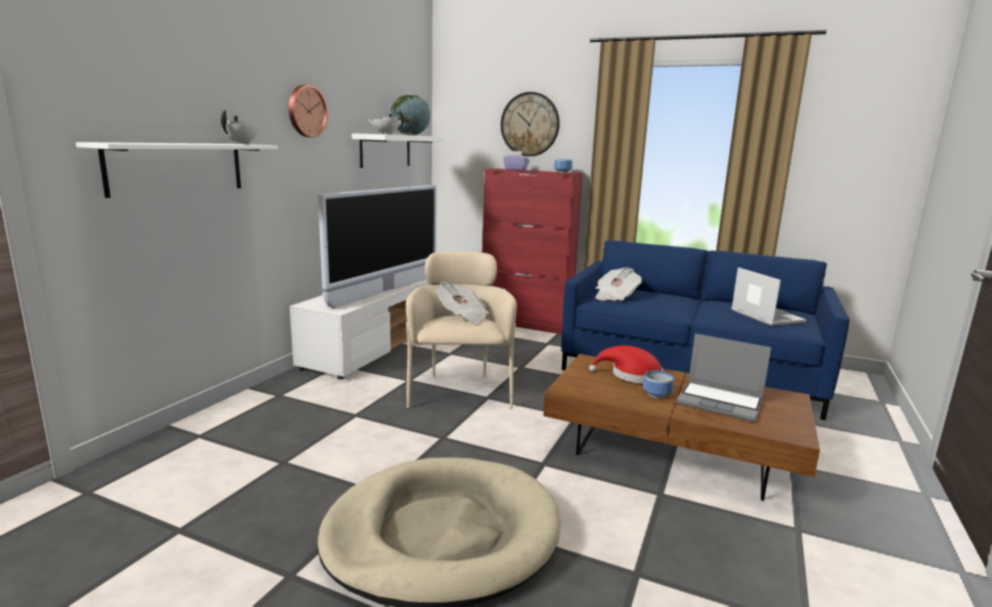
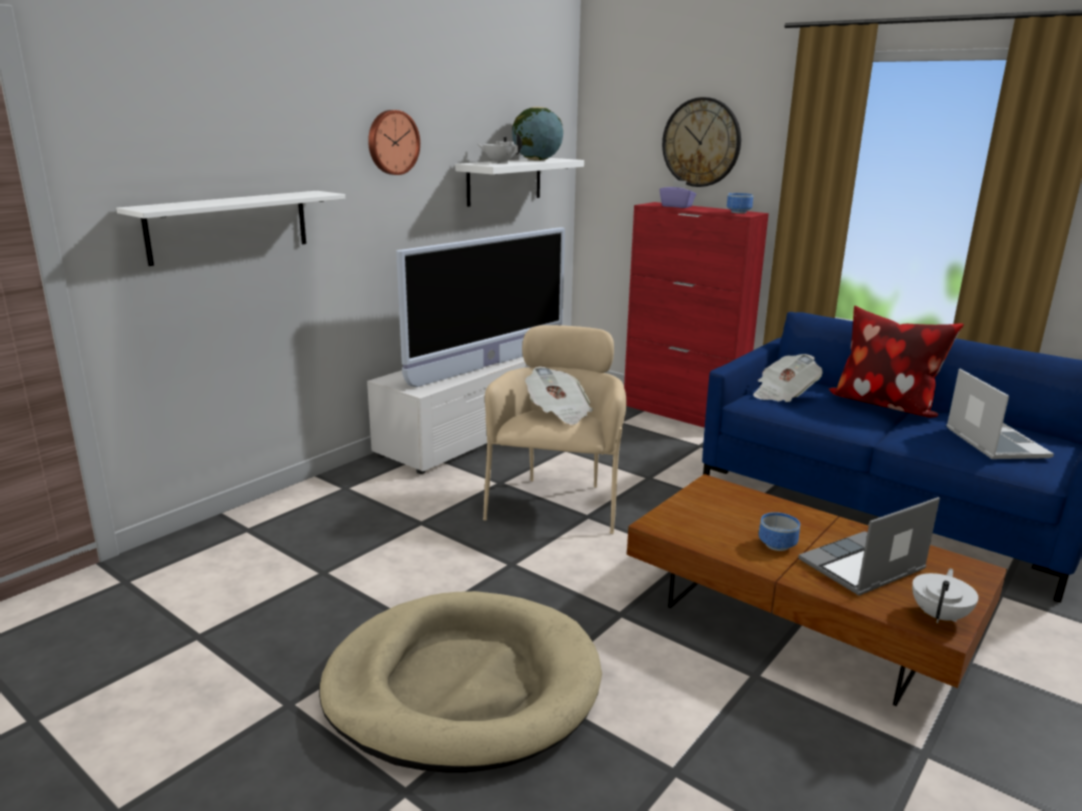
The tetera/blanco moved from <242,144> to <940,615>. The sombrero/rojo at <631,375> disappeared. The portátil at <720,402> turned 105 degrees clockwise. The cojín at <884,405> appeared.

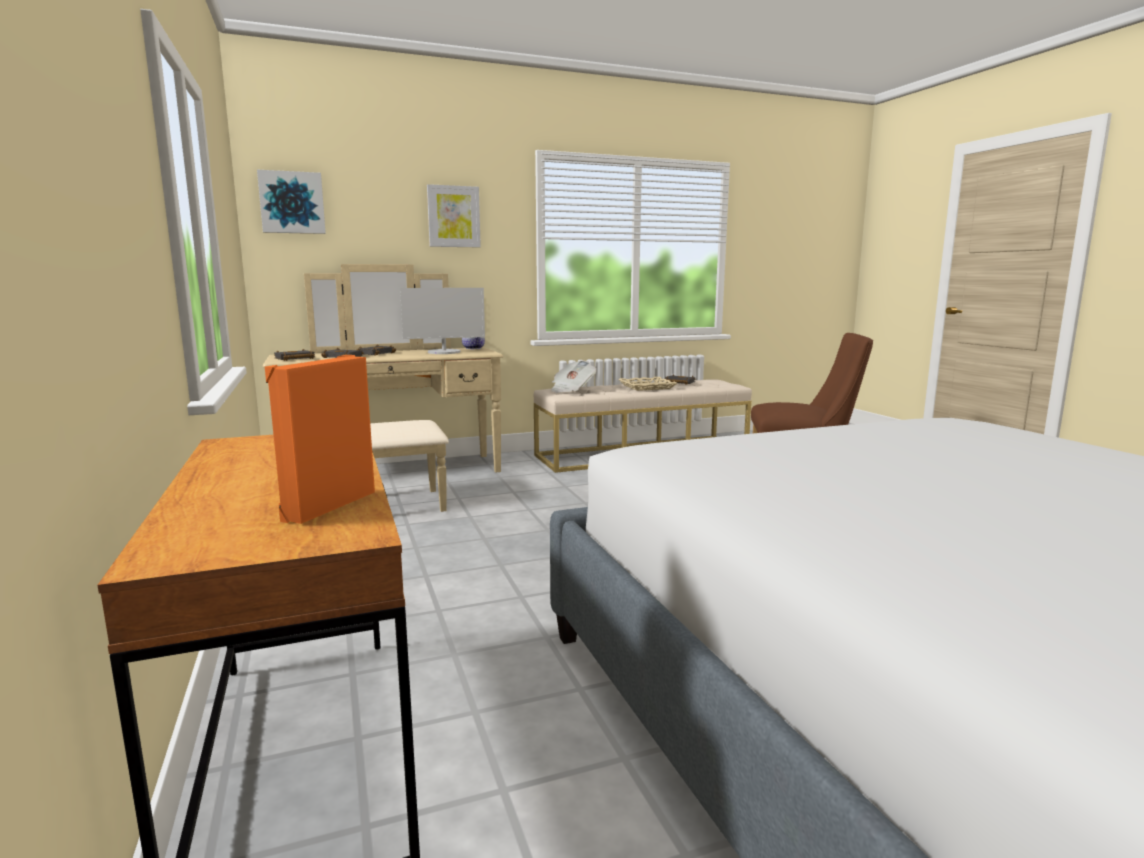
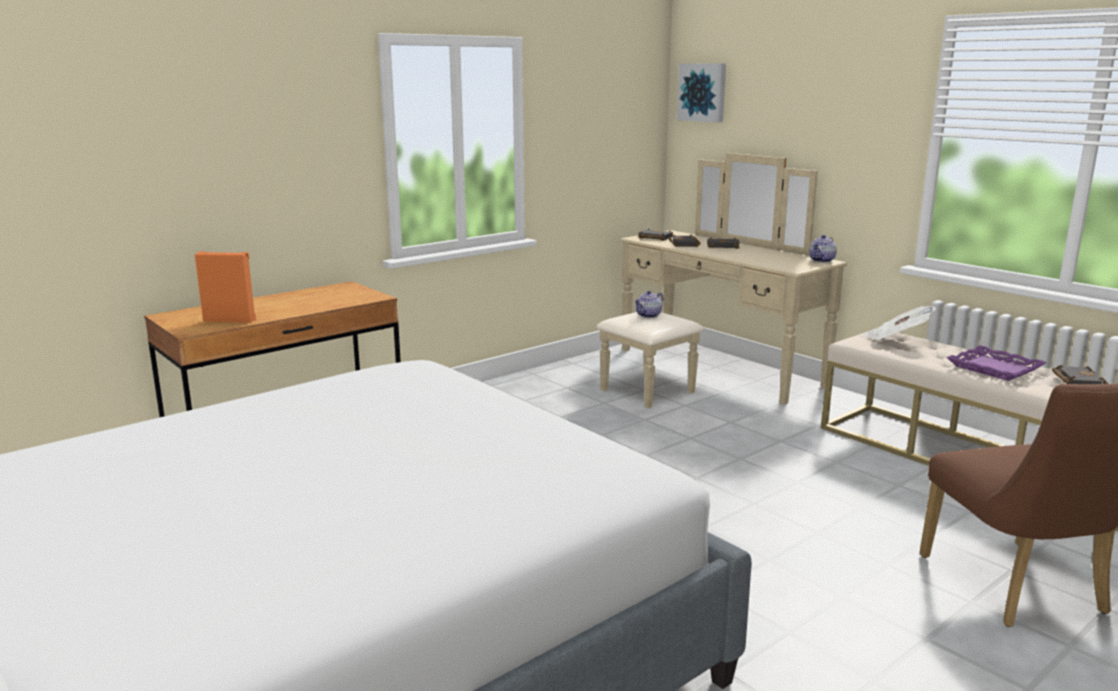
The monitor at <444,352> disappeared. The cuadro at <453,216> disappeared. The bandeja/beis at <647,387> became the bandeja/morado at <994,368>. The tetera at <649,316> appeared.

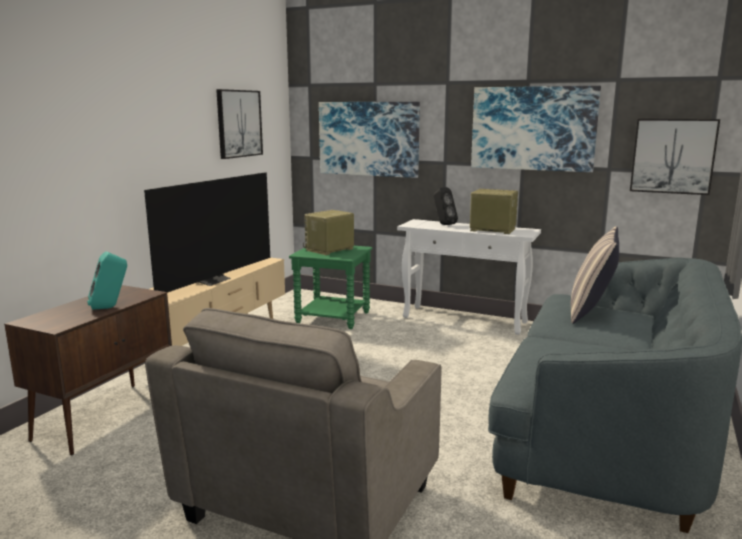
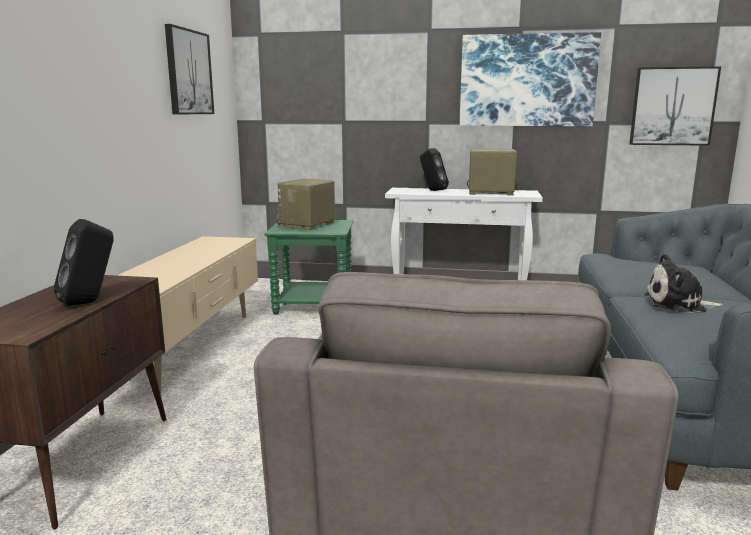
The altavoz/turquesa at <110,307> became the altavoz/negro at <90,302>. The televisor at <213,280> disappeared. The cuadro at <368,138> disappeared. The cojín at <591,312> disappeared. The peluche at <678,304> appeared.

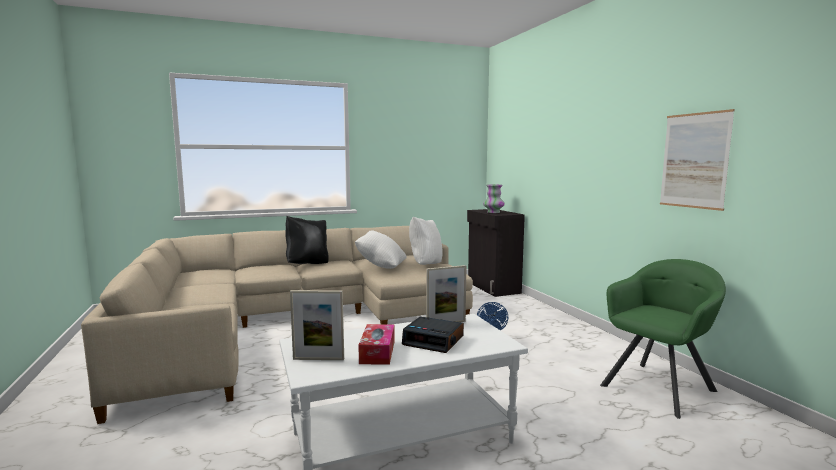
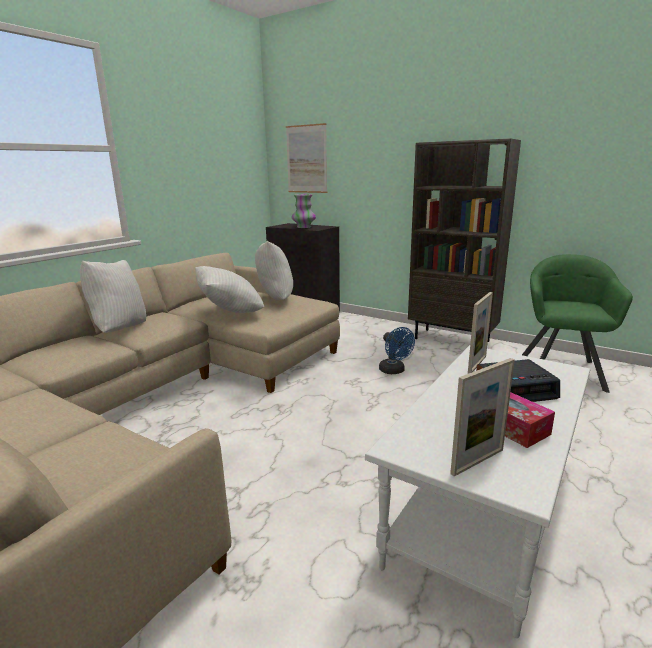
The cojín/negro at <307,264> became the cojín/blanco at <119,329>. The cuadro moved from <694,160> to <306,159>. The estantería/marrón at <452,339> appeared.

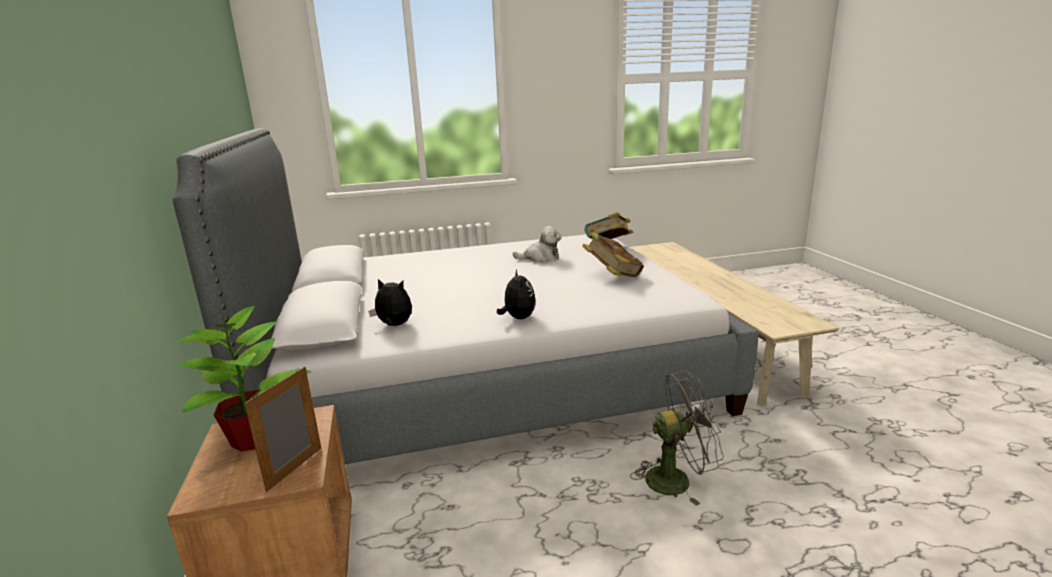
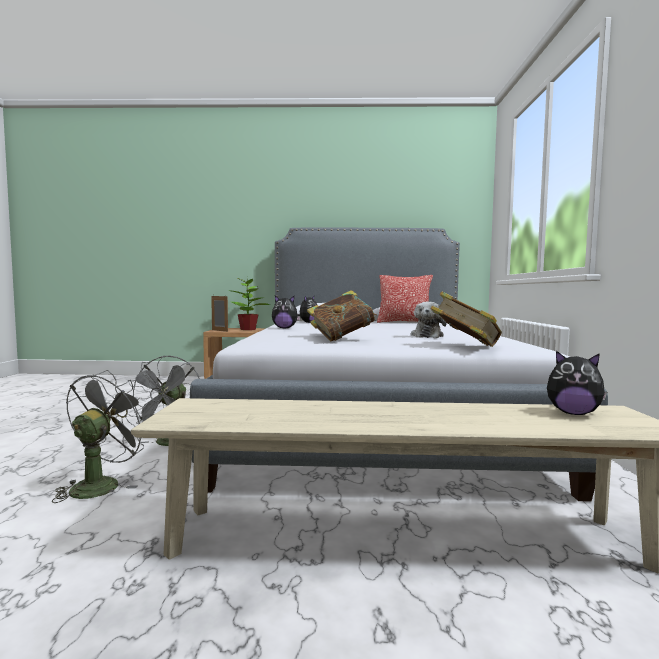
The ventilador/gris at <101,484> appeared. The cojín at <404,323> appeared. The peluche at <573,413> appeared.

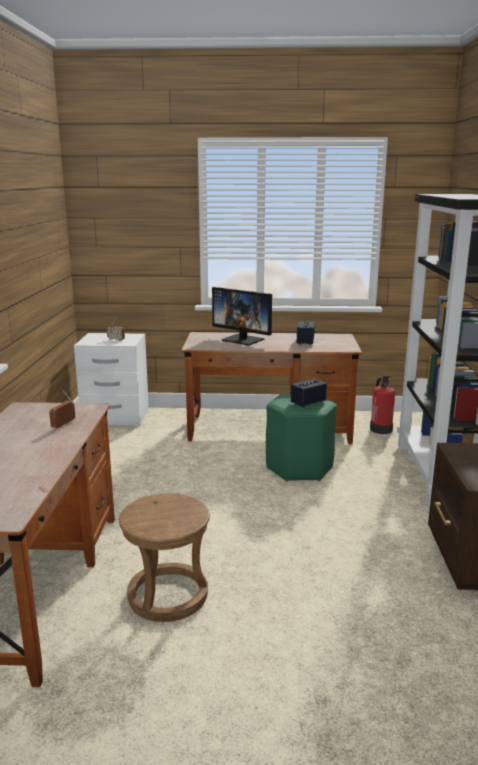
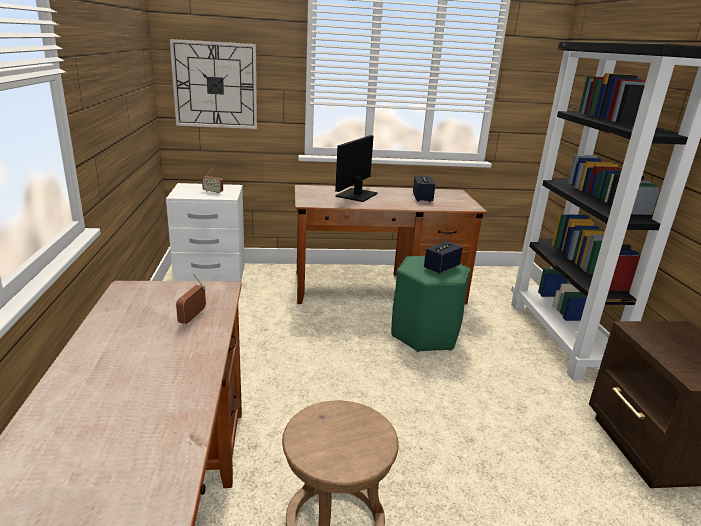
The monitor at <243,340> turned 90 degrees clockwise. The extintor at <381,429> disappeared. The reloj de pared at <215,85> appeared.

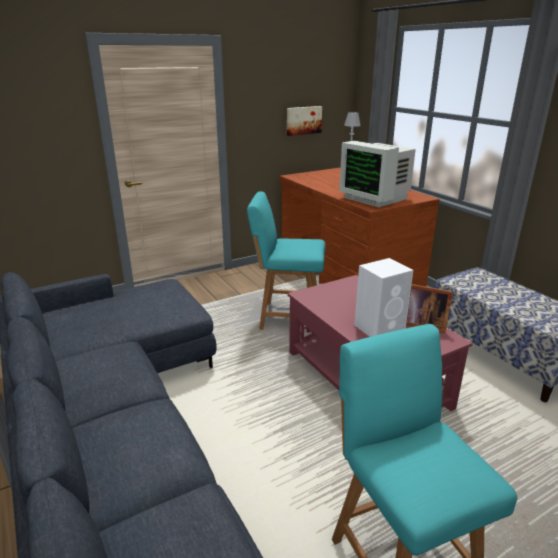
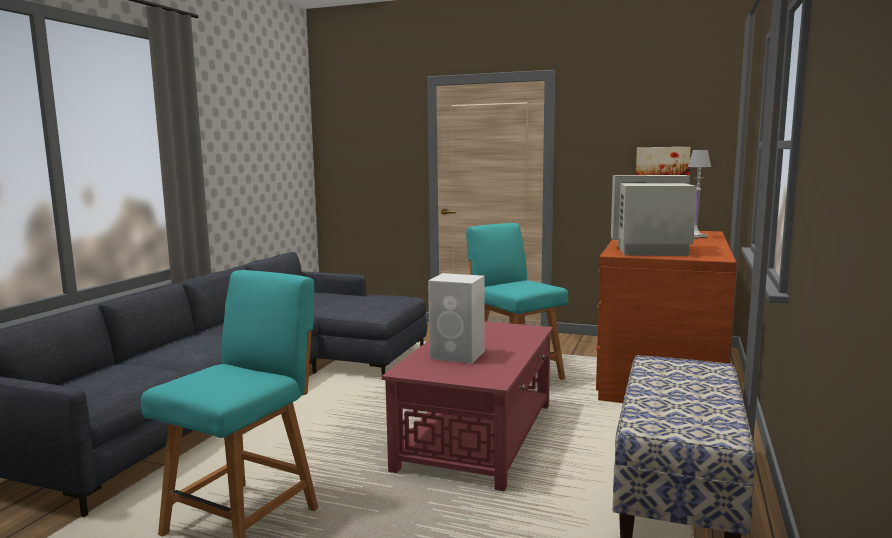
The monitor at <375,198> turned 90 degrees clockwise. The portarretratos at <422,324> disappeared.

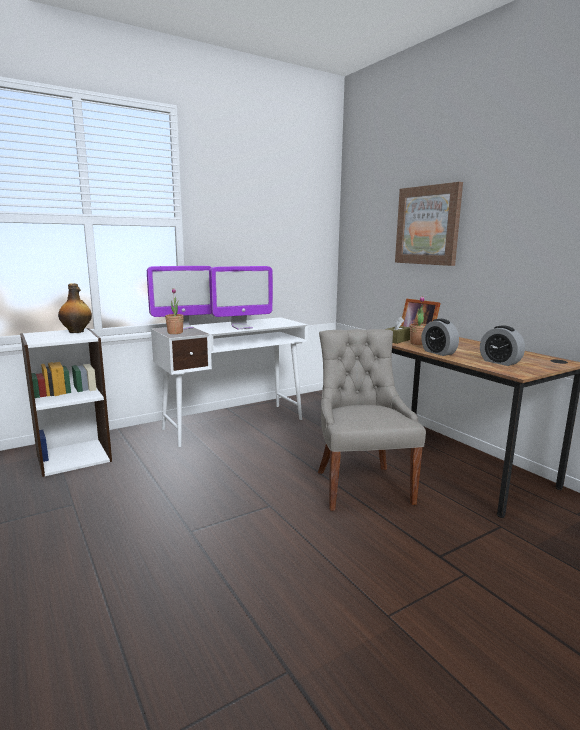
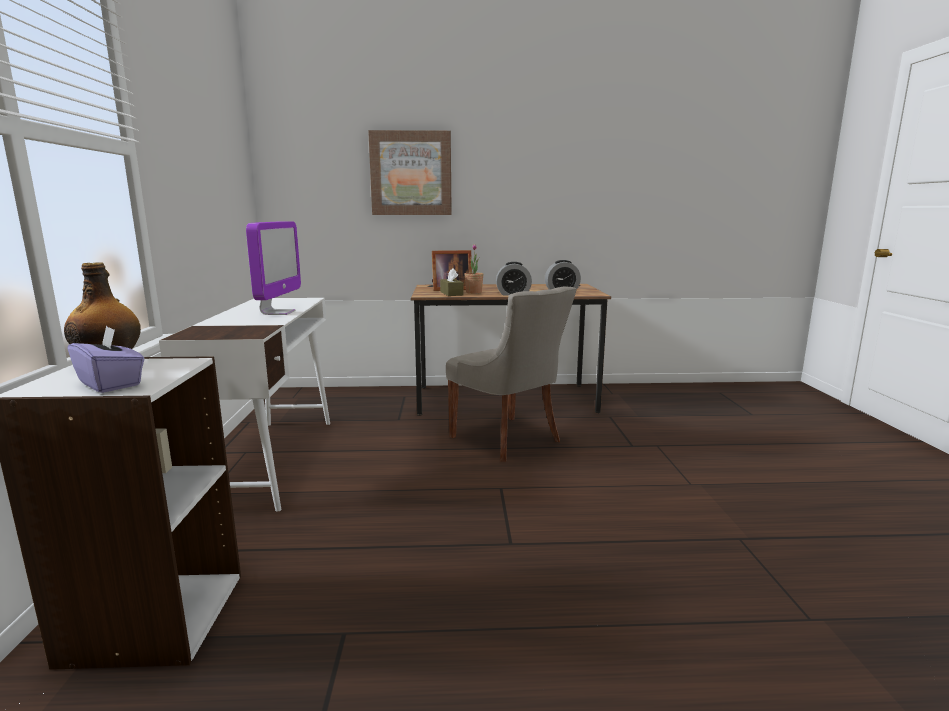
The monitor at <183,327> disappeared. The planta en maceta at <175,333> disappeared. The silla/gris at <361,485> turned 150 degrees counterclockwise. The caja de pañuelos/morado at <111,383> appeared.

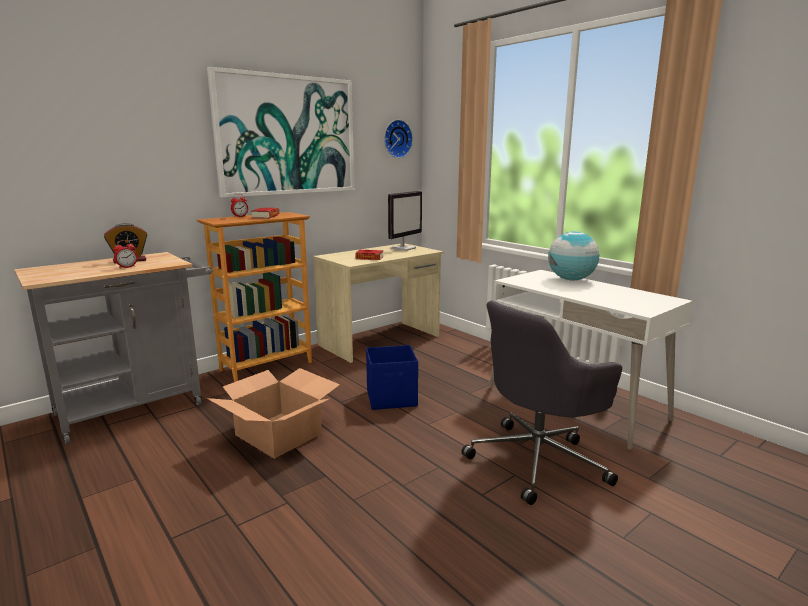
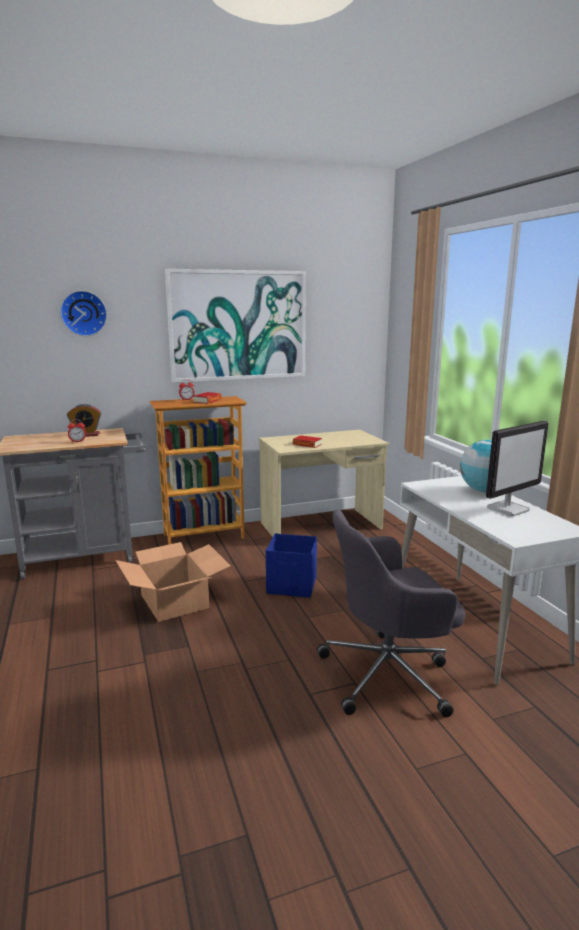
The reloj de pared moved from <396,139> to <84,313>. The monitor moved from <403,248> to <508,509>.

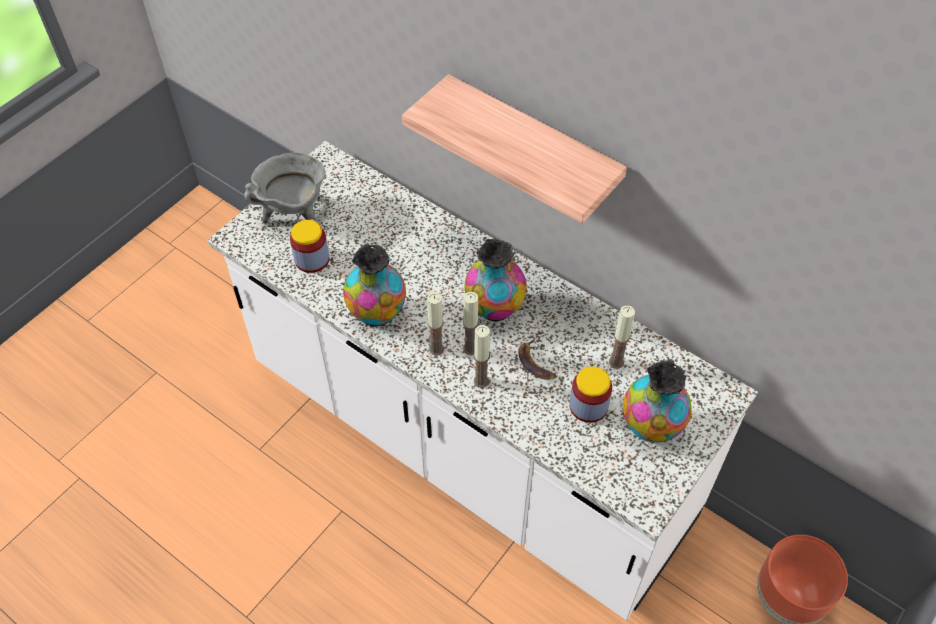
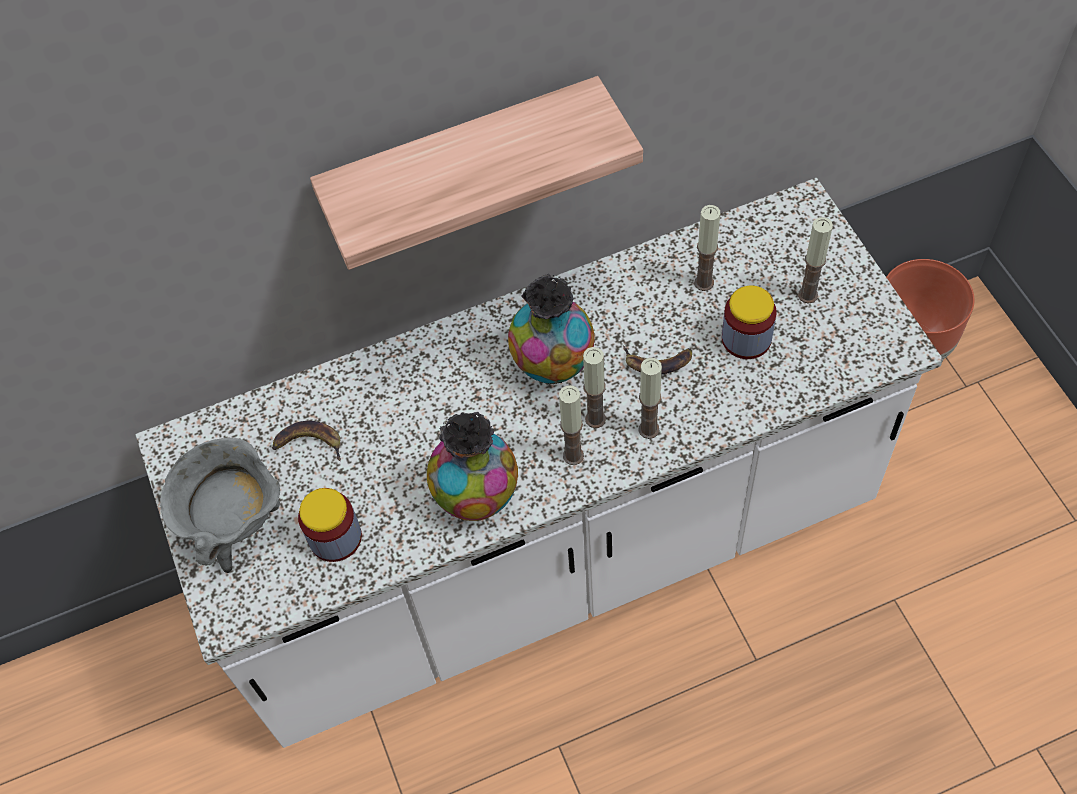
The florero at <650,428> was replaced by the vela at <807,295>. The plátano at <308,443> appeared.

